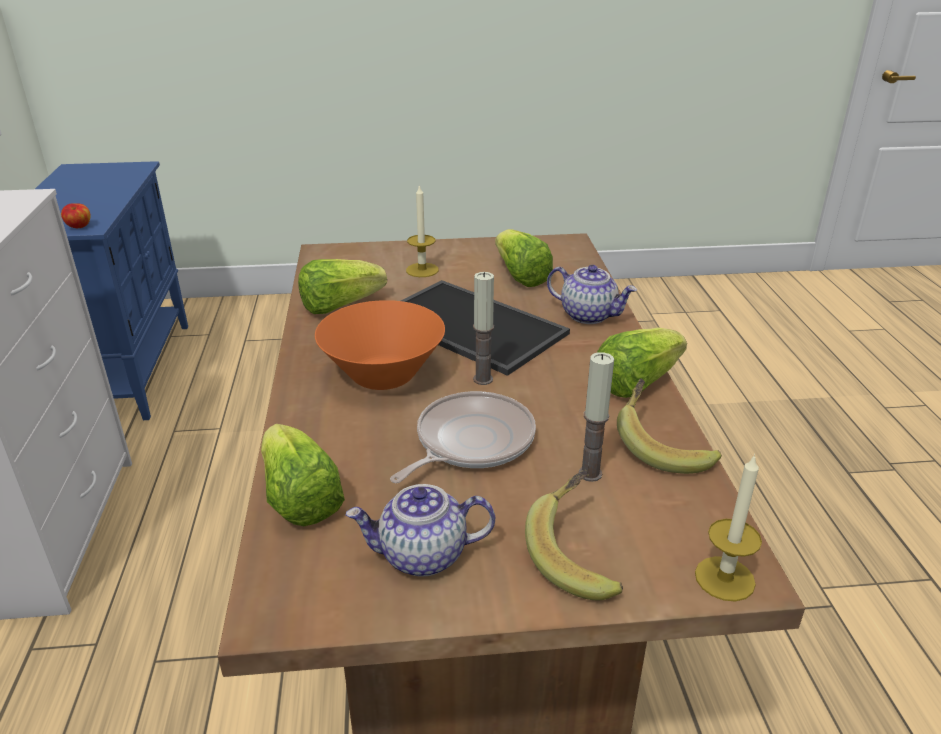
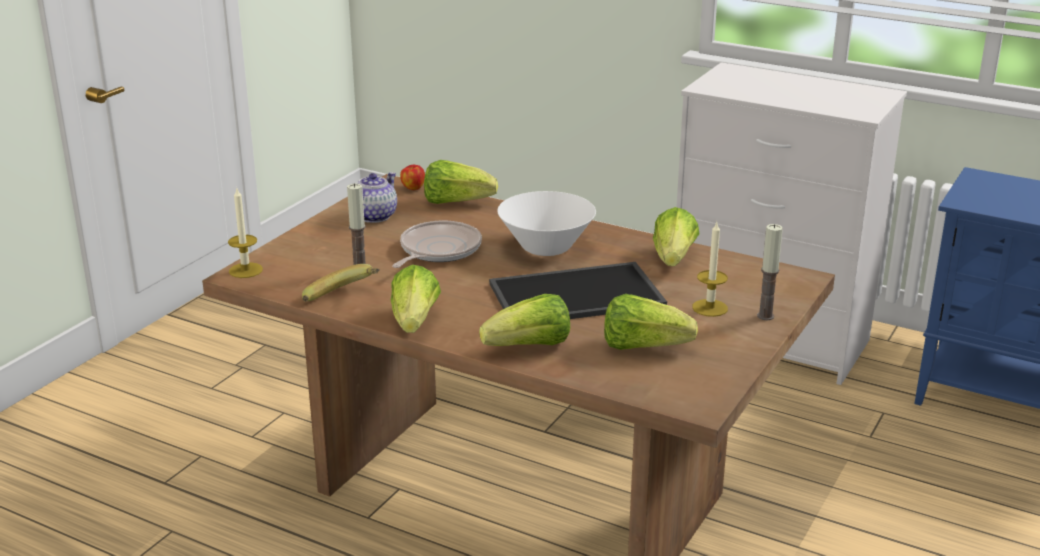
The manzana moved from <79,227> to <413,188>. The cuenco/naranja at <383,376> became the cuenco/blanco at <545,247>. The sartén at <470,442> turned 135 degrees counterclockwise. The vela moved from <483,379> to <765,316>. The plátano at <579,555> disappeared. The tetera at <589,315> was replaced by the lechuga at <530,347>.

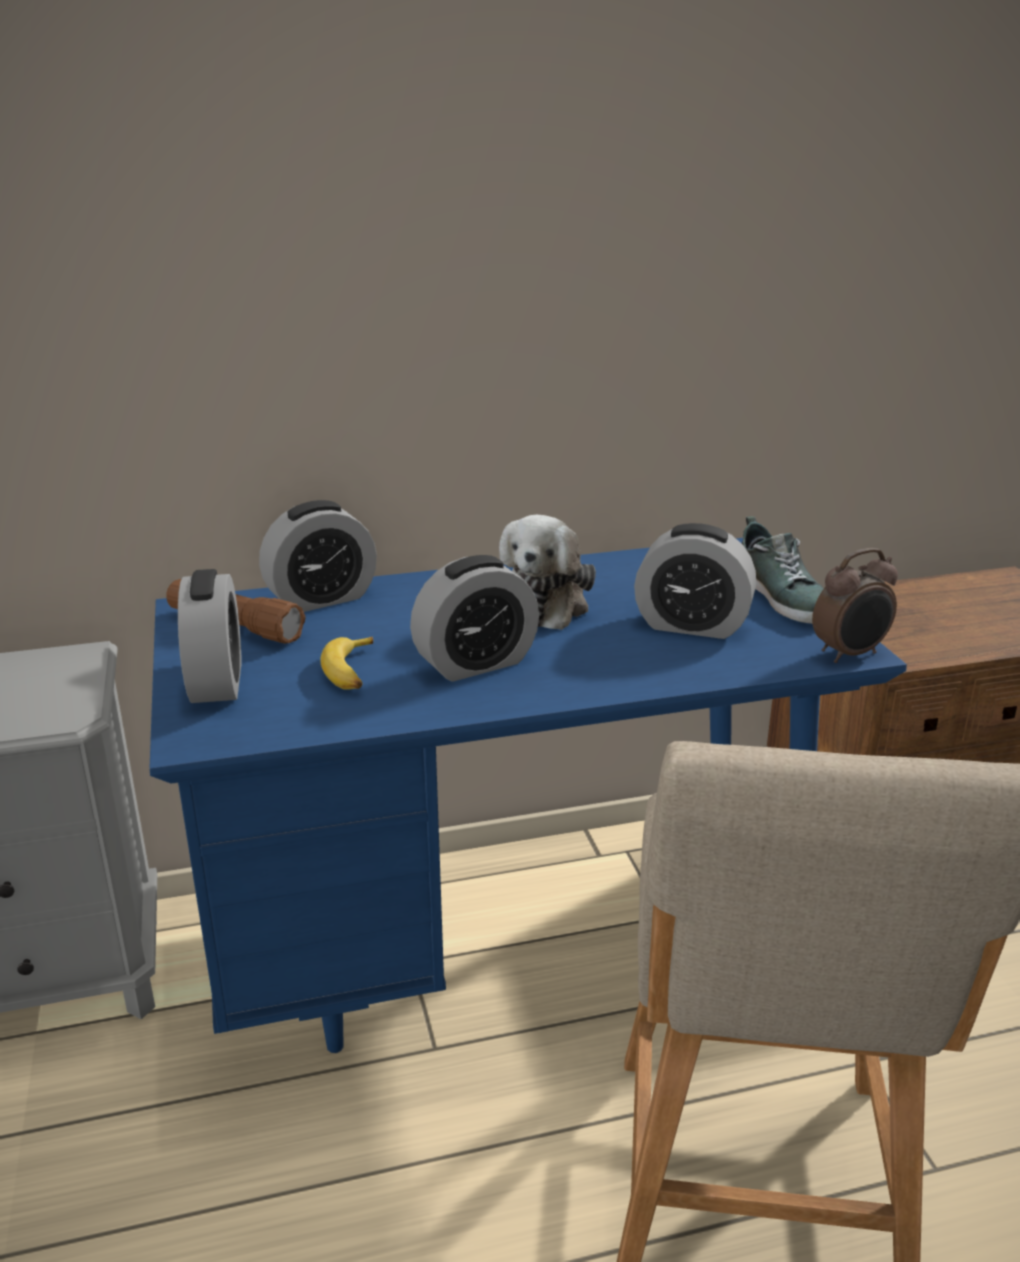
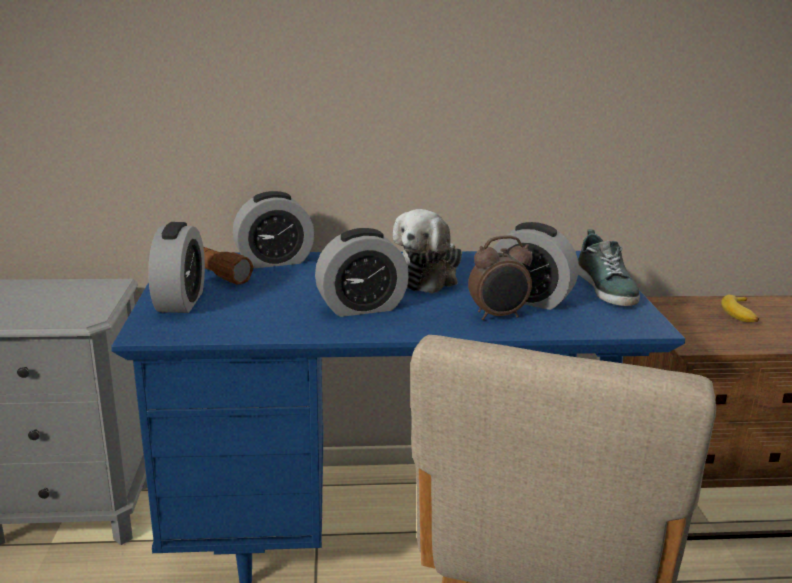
The plátano moved from <352,672> to <741,314>. The despertador moved from <850,654> to <498,316>.

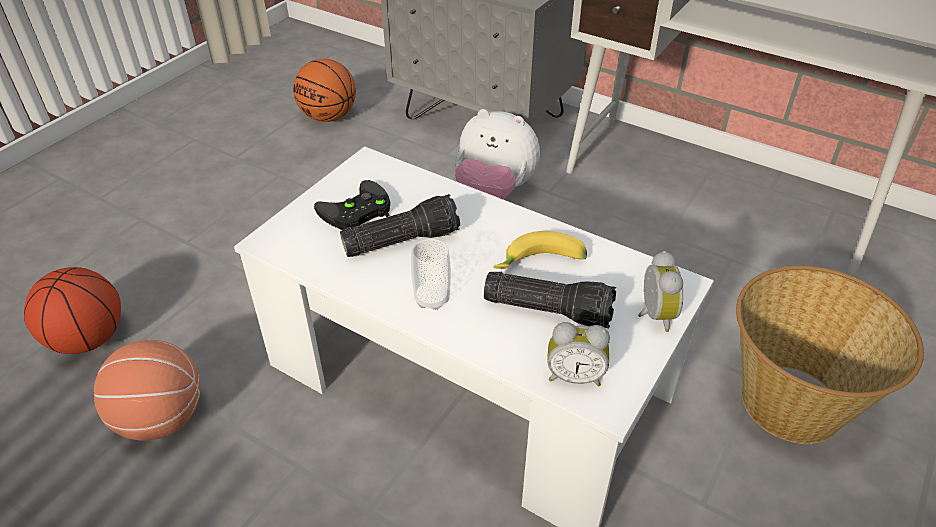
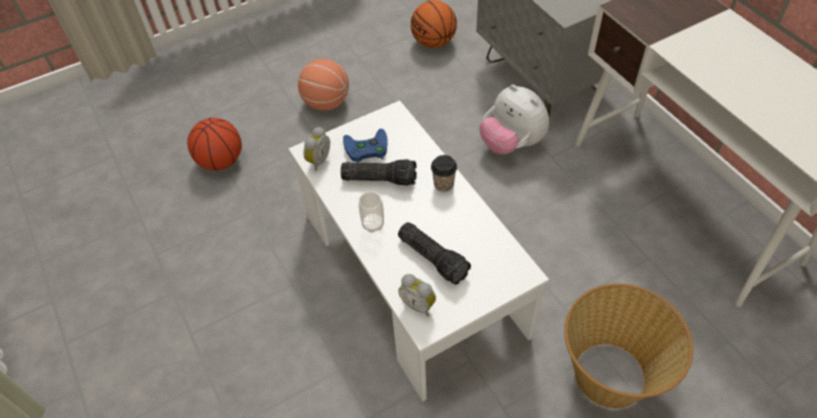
The balón de baloncesto moved from <161,418> to <326,102>. The mando de consola/negro at <355,213> became the mando de consola/azul at <365,149>. The plátano at <541,264> disappeared. The despertador moved from <653,315> to <317,160>. The taza at <443,184> appeared.

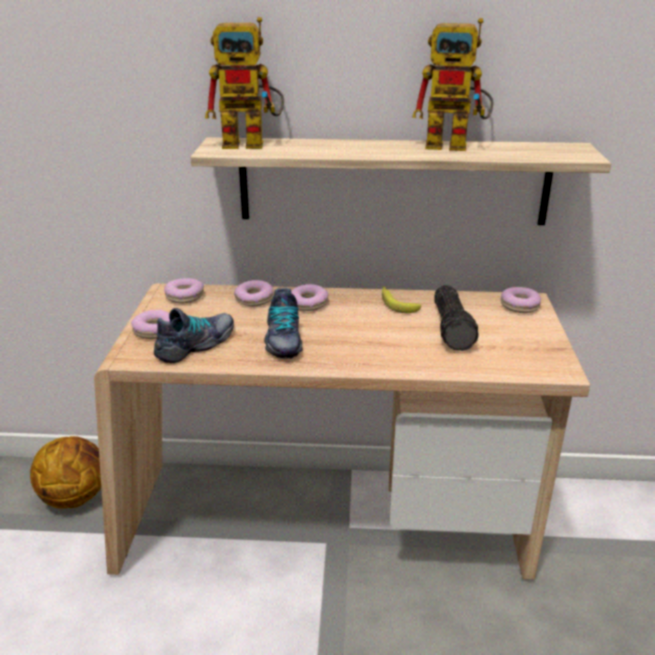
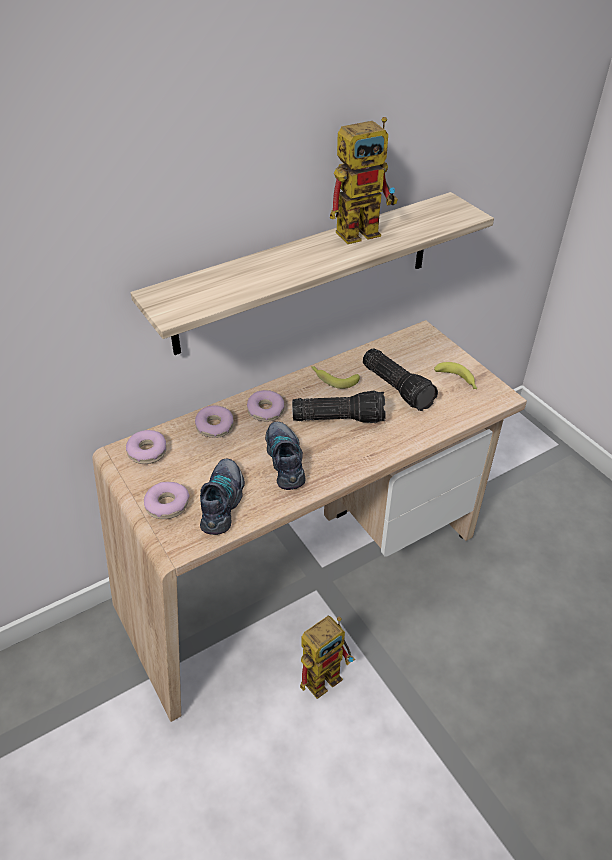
The balón de baloncesto at <75,497> disappeared. The robot de juguete moved from <253,143> to <326,672>. The zapato at <282,339> turned 150 degrees counterclockwise. The rosquilla at <519,306> disappeared. The linterna at <339,417> appeared. The plátano at <457,380> appeared.

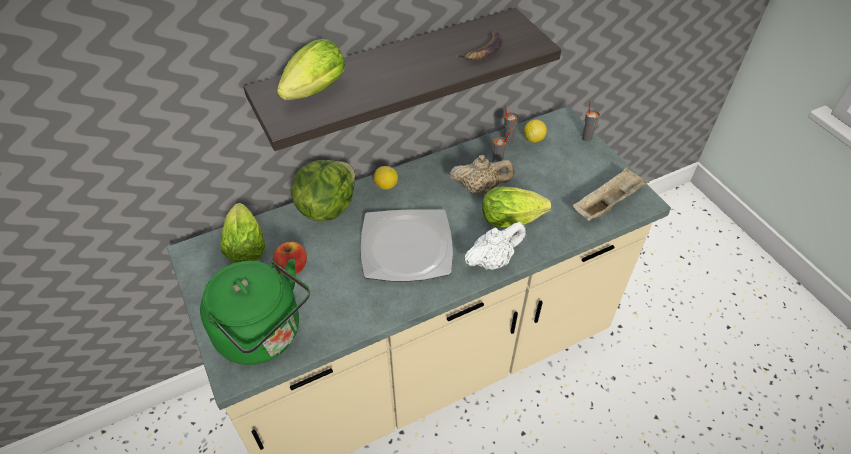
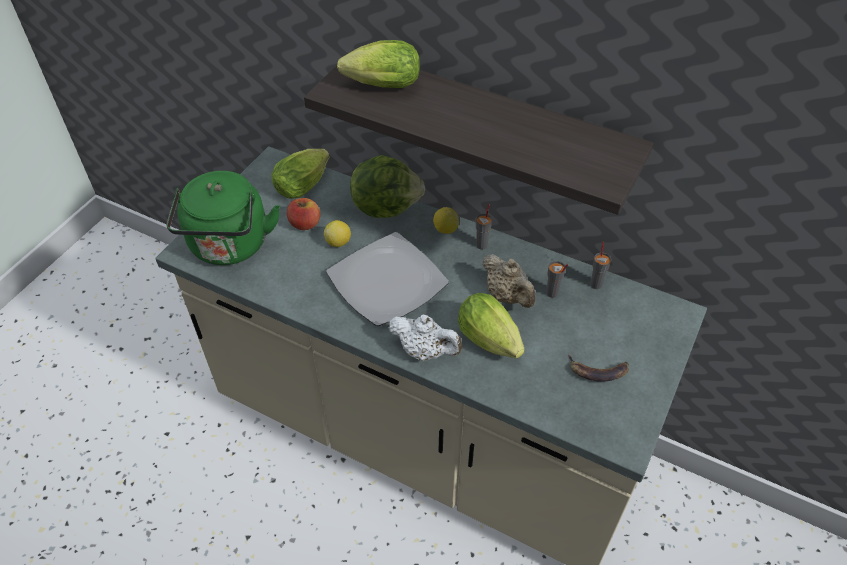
The plátano moved from <483,50> to <598,370>. The limón moved from <533,139> to <338,242>. The bandeja/beis at <607,204> disappeared. The taza/gris moved from <586,138> to <482,245>.

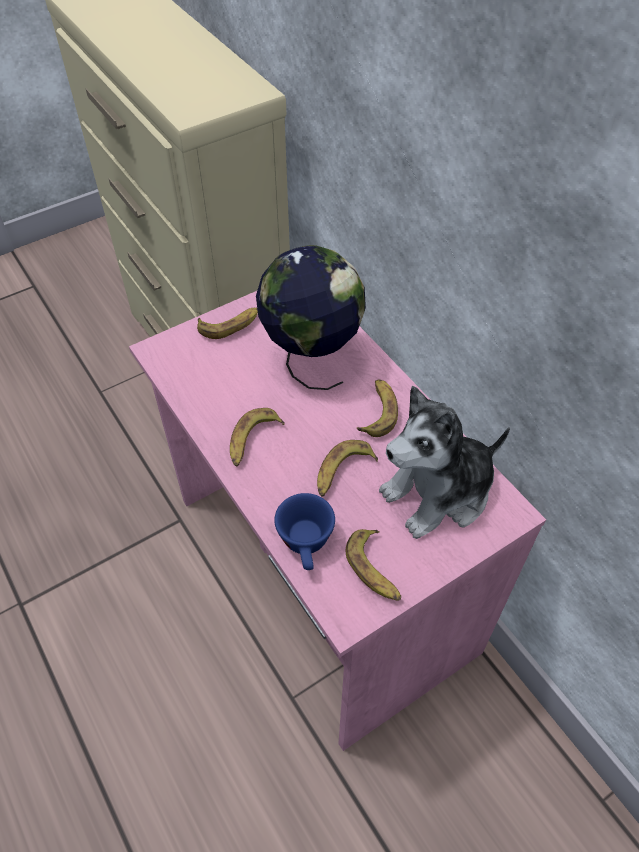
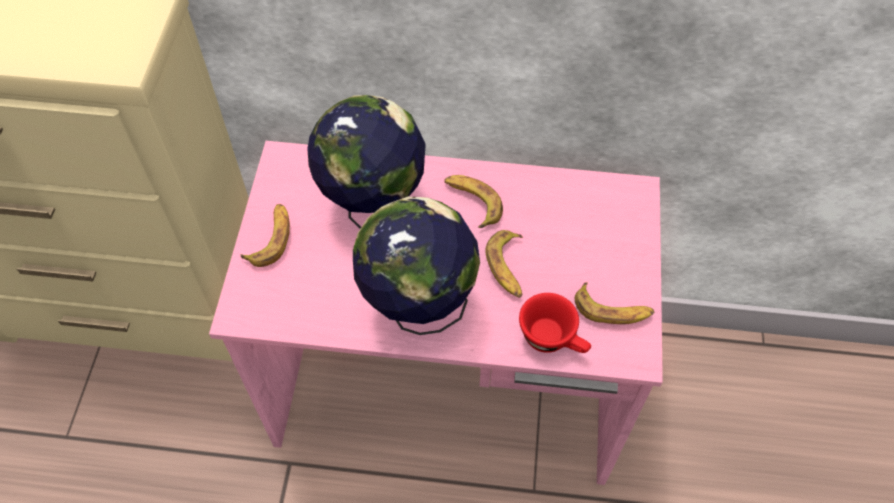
The plátano at <253,441> was replaced by the globo terráqueo at <418,308>. The taza/azul at <307,545> became the taza/rojo at <553,339>. The peluche at <439,493> disappeared.

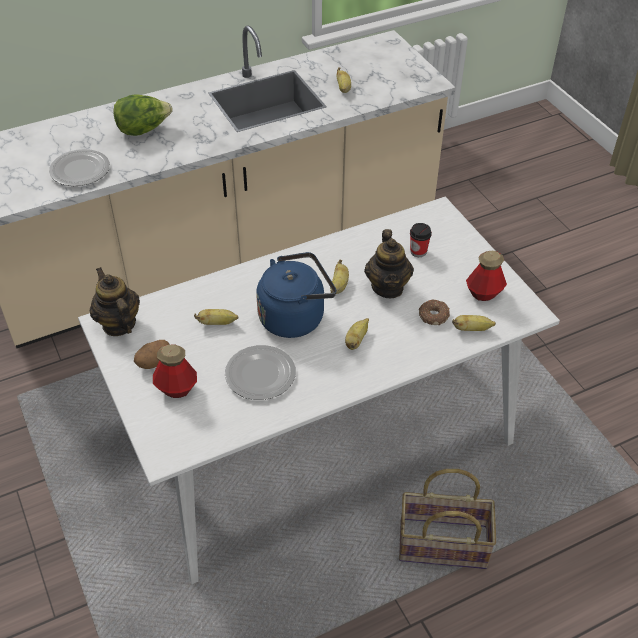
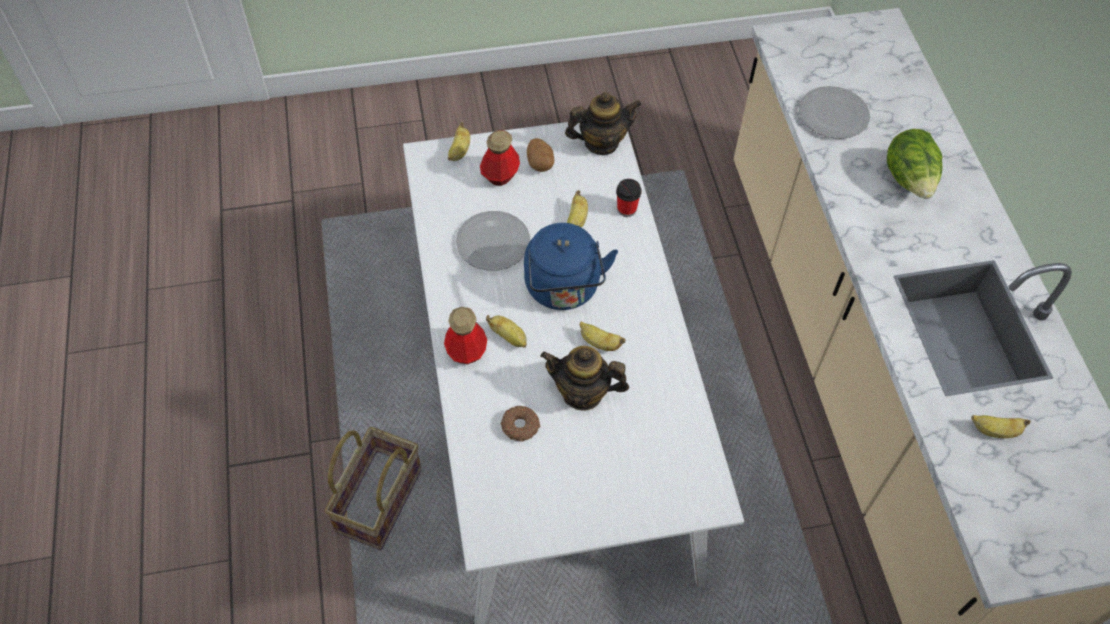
The taza moved from <418,251> to <626,209>. The plátano moved from <472,329> to <459,151>. The botella moved from <484,293> to <466,351>.

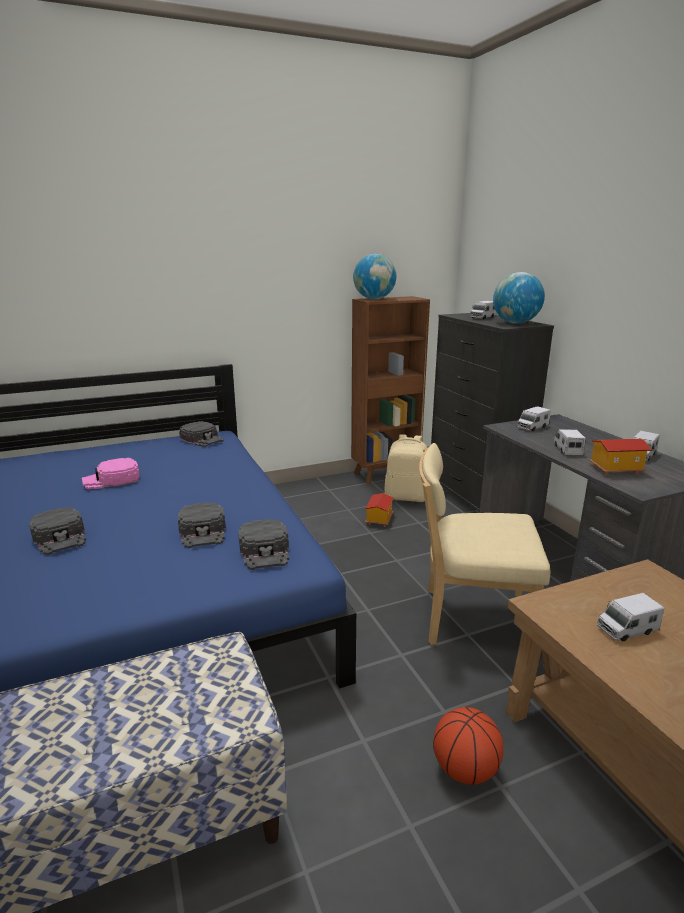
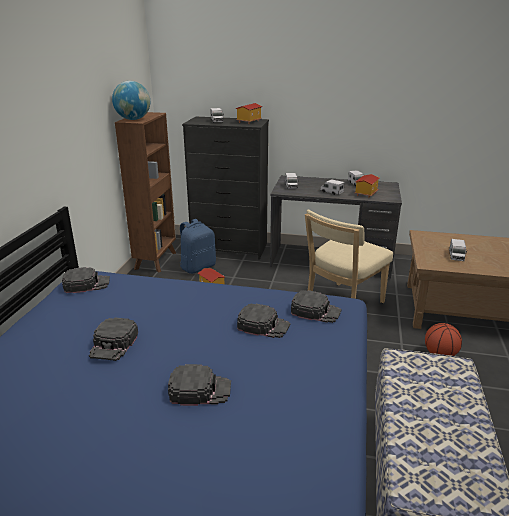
The gorra/rosa at <111,479> became the gorra/negro at <114,344>. The mochila/beis at <407,497> became the mochila/azul at <198,267>. The globo terráqueo at <515,323> was replaced by the casita at <248,121>.

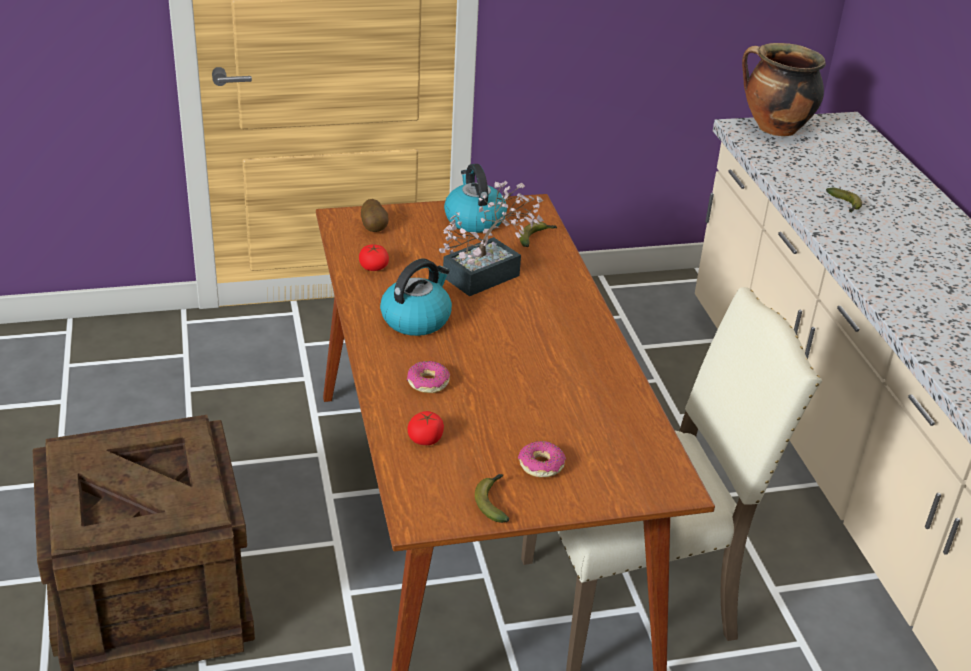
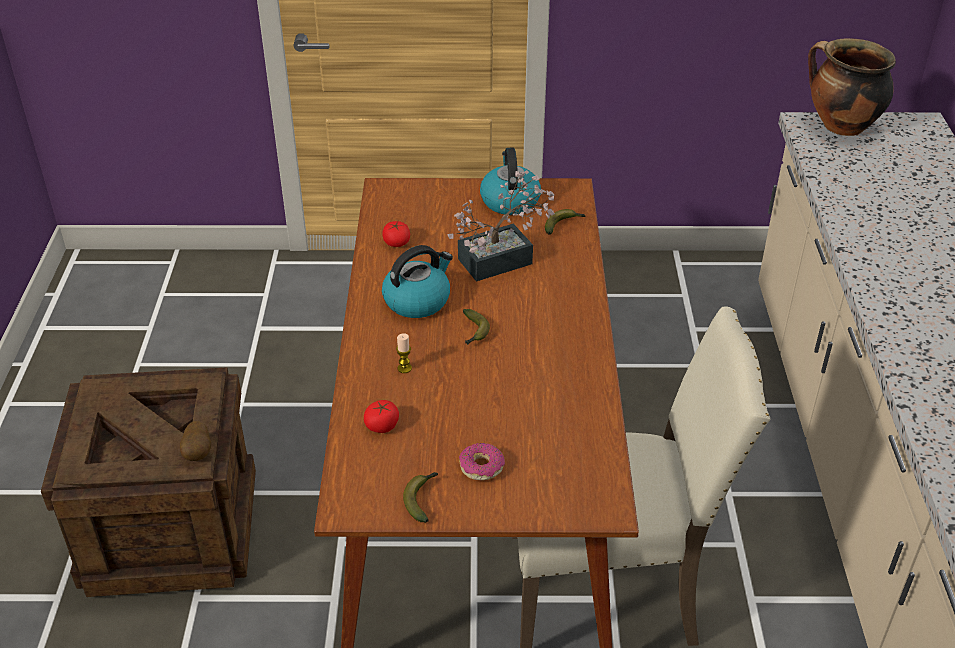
The patata moved from <374,228> to <198,453>. The rosquilla at <427,383> was replaced by the vela at <404,368>. The plátano moved from <845,205> to <474,332>.

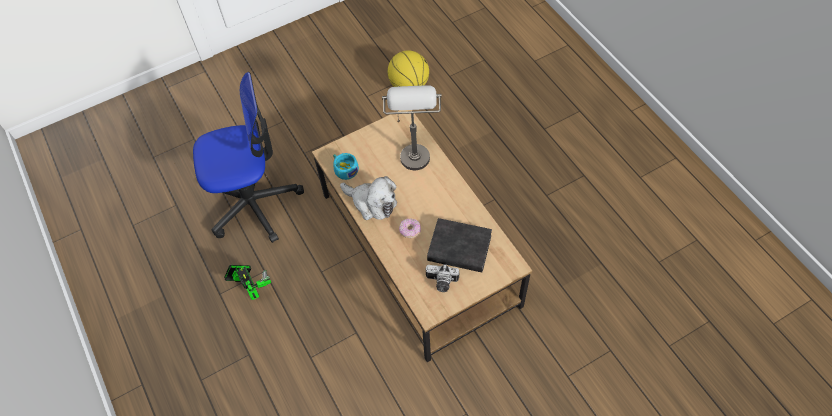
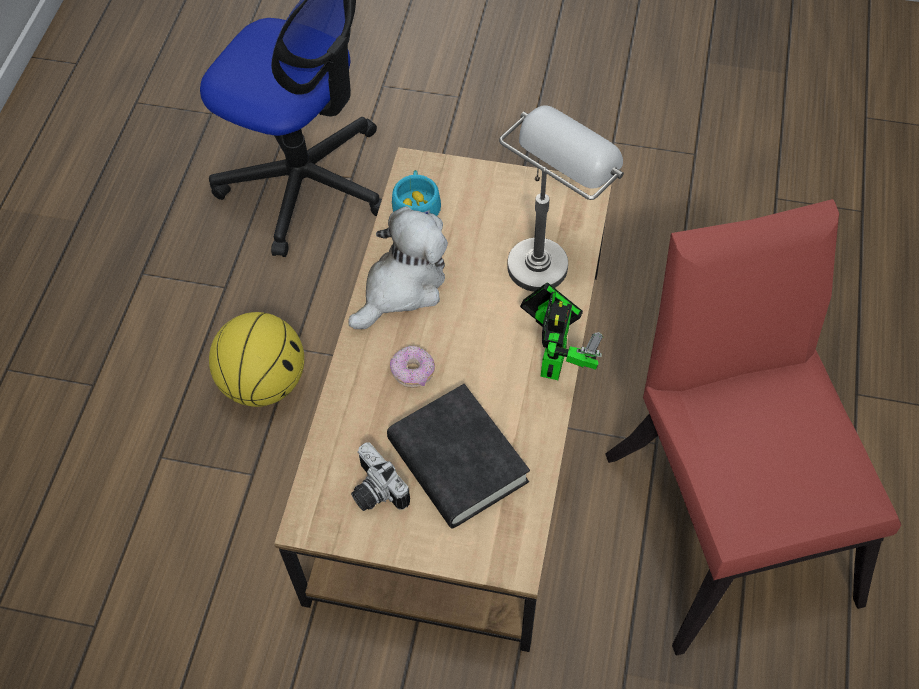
The robot de juguete moved from <251,289> to <554,357>. The peluche at <372,203> turned 120 degrees counterclockwise. The balón de baloncesto moved from <409,85> to <264,382>. The silla/rojo at <727,510> appeared.

